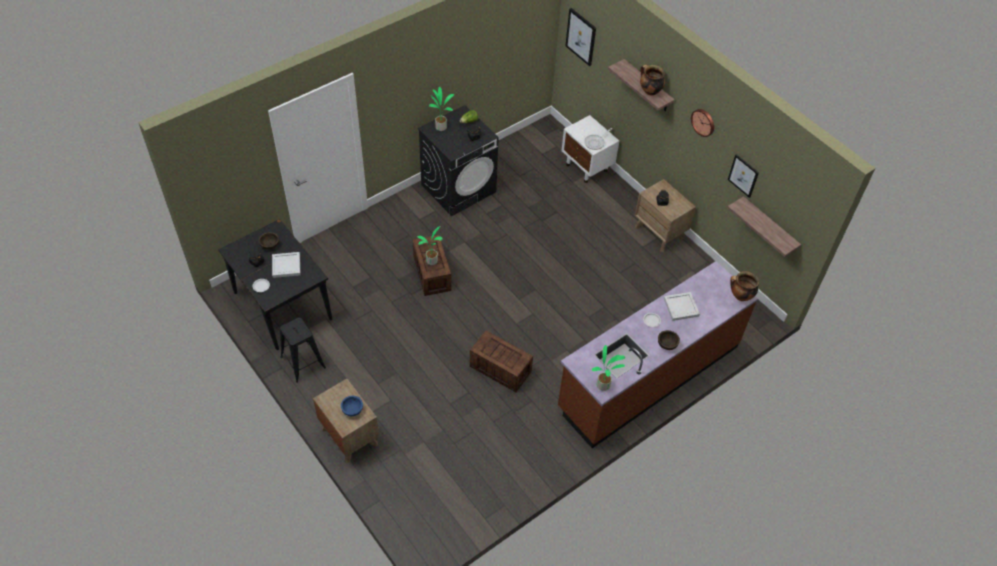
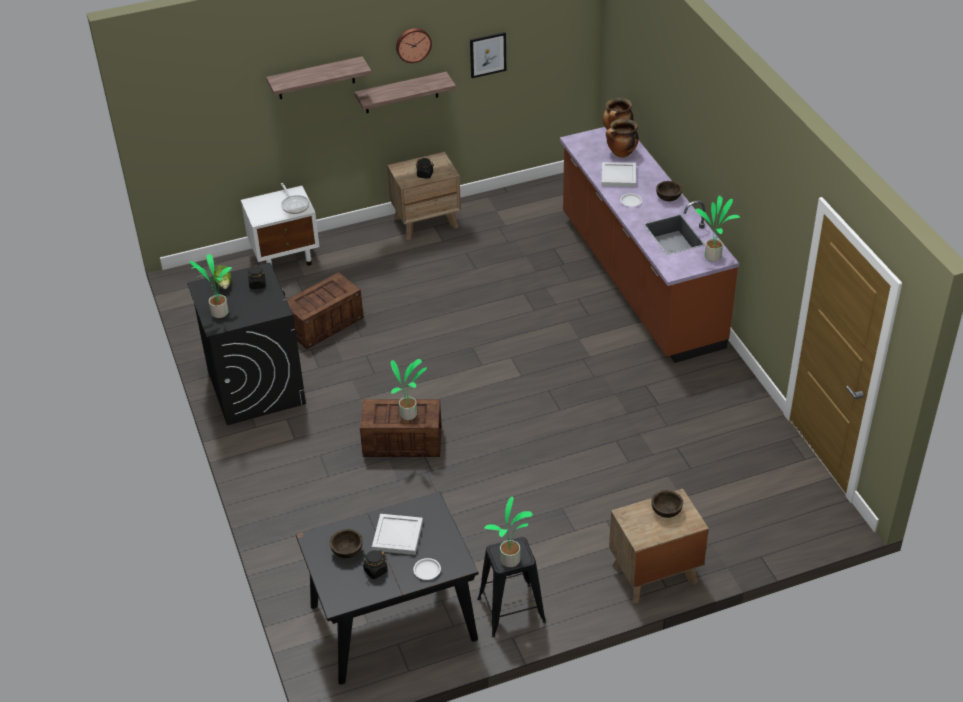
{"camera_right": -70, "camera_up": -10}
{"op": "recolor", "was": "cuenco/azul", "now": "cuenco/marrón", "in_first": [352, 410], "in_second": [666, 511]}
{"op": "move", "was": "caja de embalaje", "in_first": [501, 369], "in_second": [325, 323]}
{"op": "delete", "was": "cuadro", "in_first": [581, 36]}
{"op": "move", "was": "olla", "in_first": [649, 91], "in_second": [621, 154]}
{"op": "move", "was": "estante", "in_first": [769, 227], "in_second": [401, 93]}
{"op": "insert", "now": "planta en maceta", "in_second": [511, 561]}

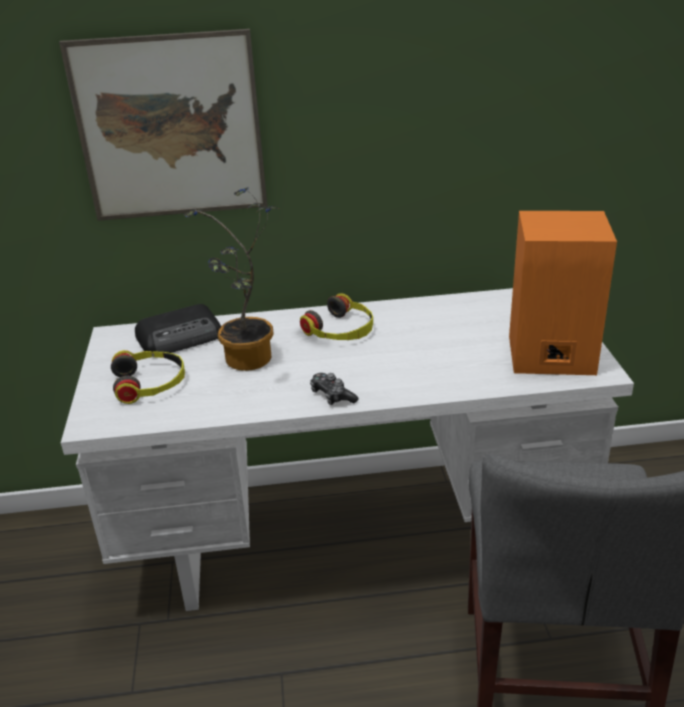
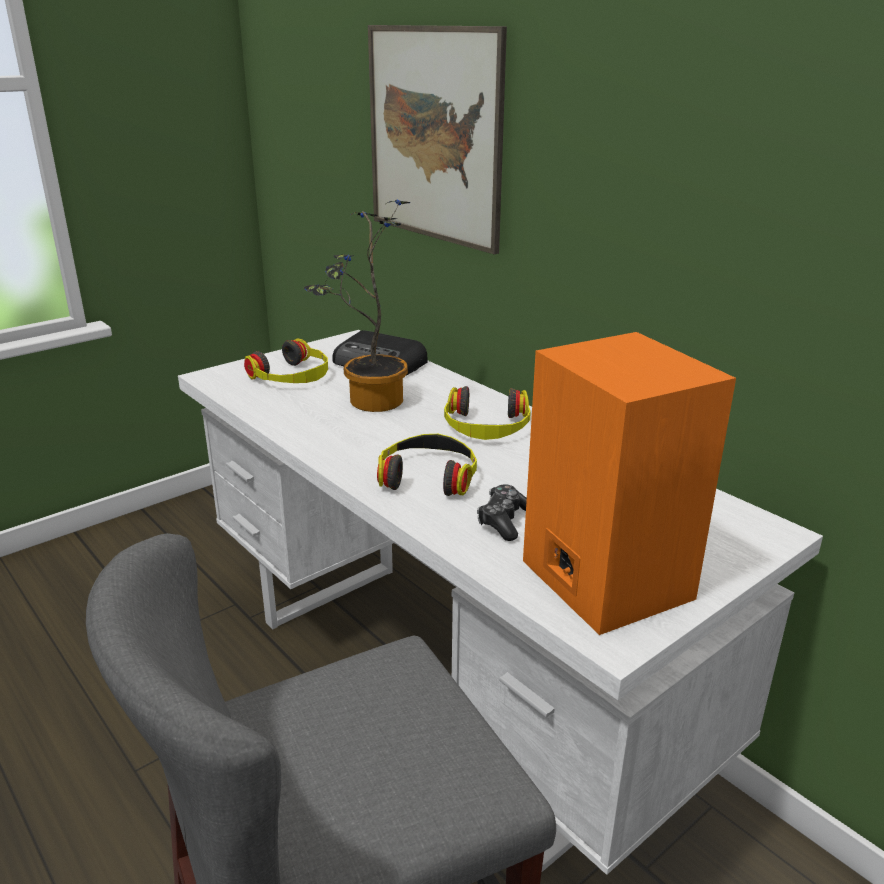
{"camera_right": 55, "camera_up": -5}
{"op": "move", "was": "mando de consola", "in_first": [332, 396], "in_second": [504, 521]}
{"op": "insert", "now": "auriculares", "in_second": [428, 476]}

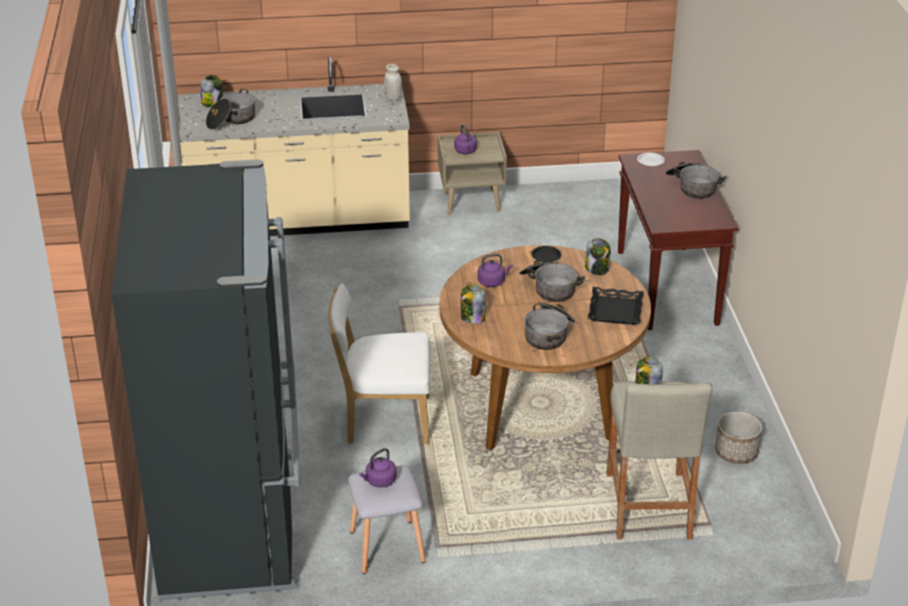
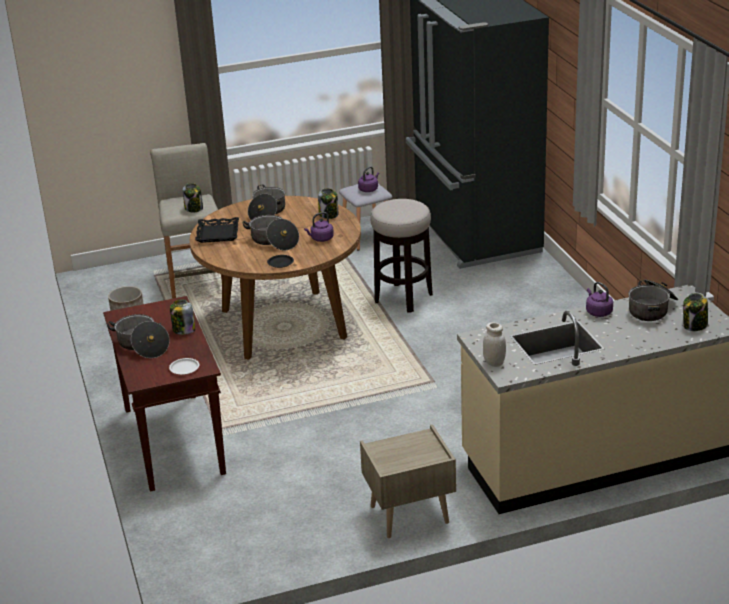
{"camera_right": 170, "camera_up": -5}
{"op": "replace", "was": "silla/blanco", "now": "taburete", "in_first": [383, 420], "in_second": [403, 298]}
{"op": "move", "was": "hervidor/morado", "in_first": [466, 151], "in_second": [598, 312]}
{"op": "move", "was": "tarro", "in_first": [597, 269], "in_second": [183, 330]}

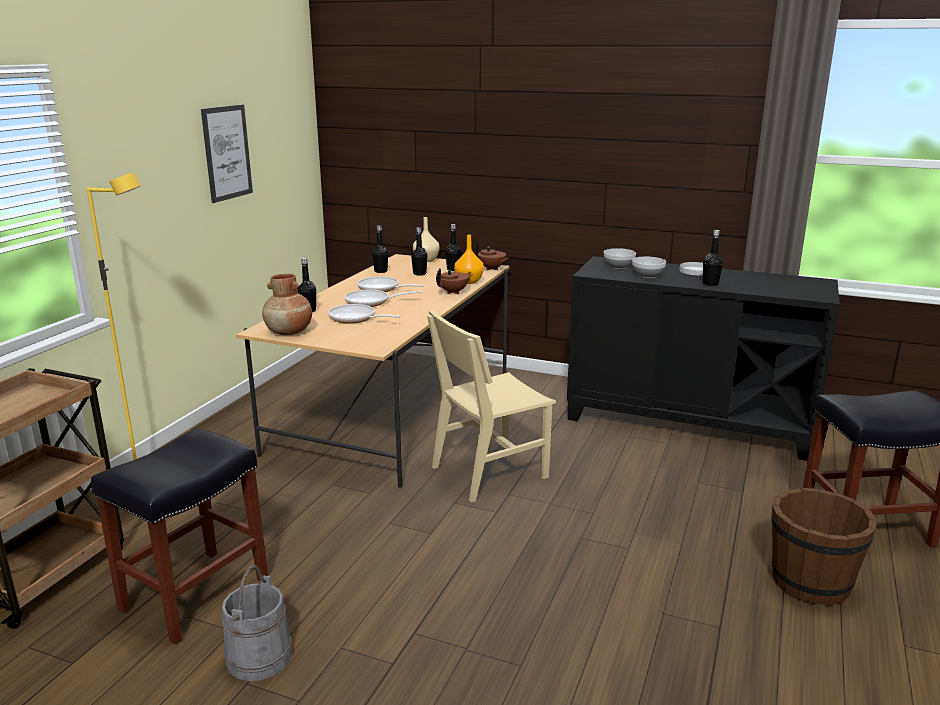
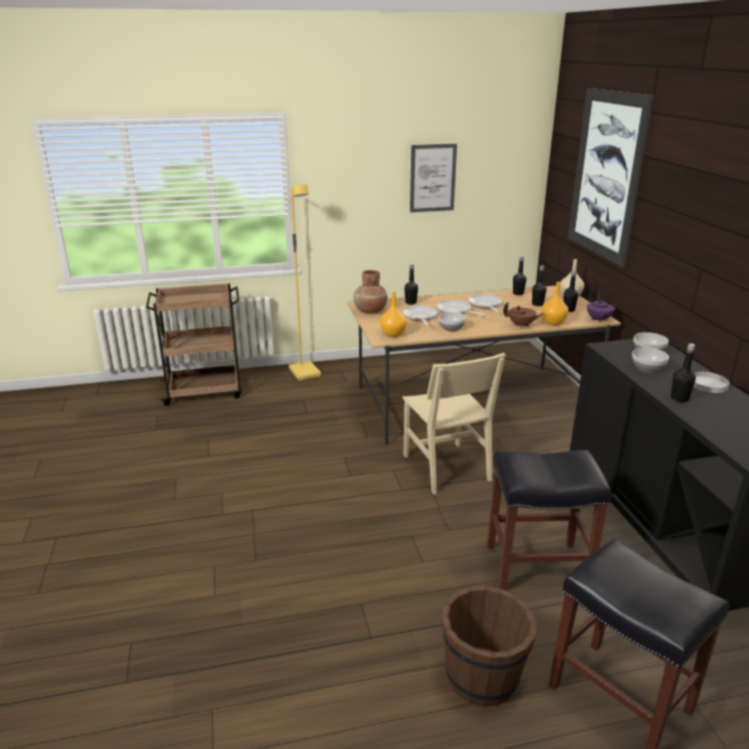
{"camera_right": 55, "camera_up": 5}
{"op": "move", "was": "taburete/negro", "in_first": [196, 593], "in_second": [538, 566]}
{"op": "delete", "was": "cubo/gris", "in_first": [258, 657]}
{"op": "rotate", "was": "silla/beis", "in_first": [489, 472], "in_second": [446, 467], "clockwise": -135}
{"op": "recolor", "was": "tetera/marrón", "now": "tetera/morado", "in_first": [492, 269], "in_second": [598, 320]}
{"op": "insert", "now": "florero/naranja", "in_second": [393, 334]}
{"op": "insert", "now": "cuenco", "in_second": [451, 328]}
{"op": "insert", "now": "cuadro", "in_second": [606, 175]}

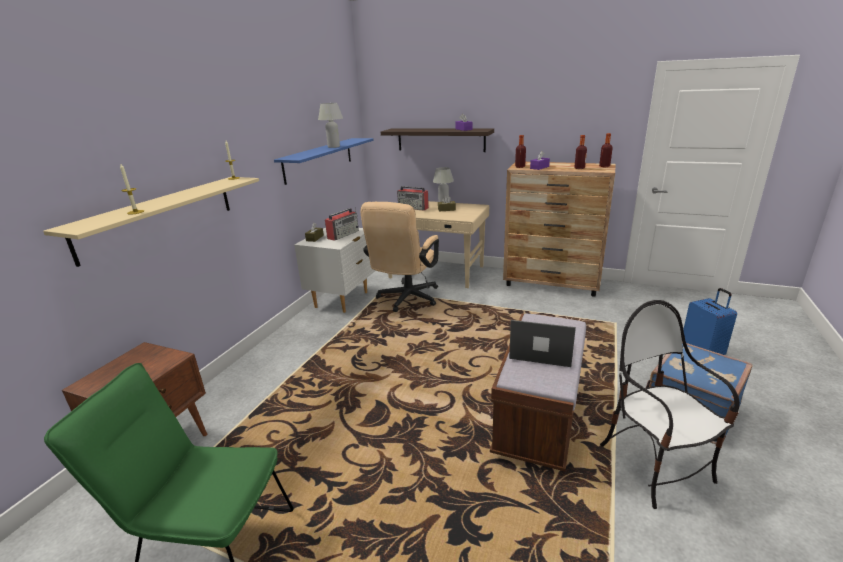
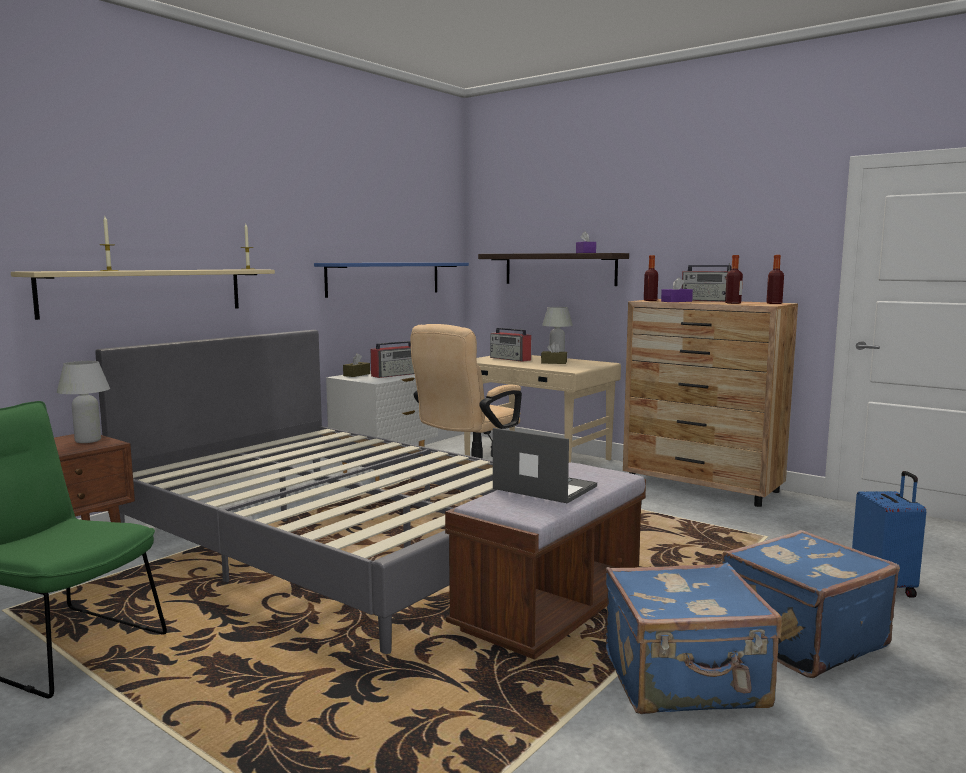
{"camera_right": 15, "camera_up": -15}
{"op": "move", "was": "lámpara de mesa/blanco", "in_first": [334, 147], "in_second": [88, 440]}
{"op": "replace", "was": "silla", "now": "maleta/azul", "in_first": [654, 465], "in_second": [685, 681]}
{"op": "insert", "now": "cama/gris", "in_second": [341, 540]}
{"op": "insert", "now": "radio", "in_second": [708, 300]}

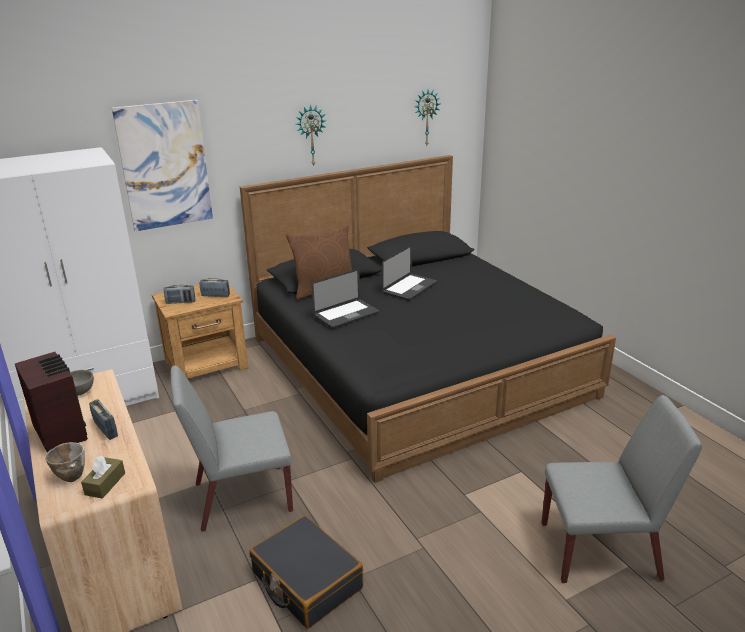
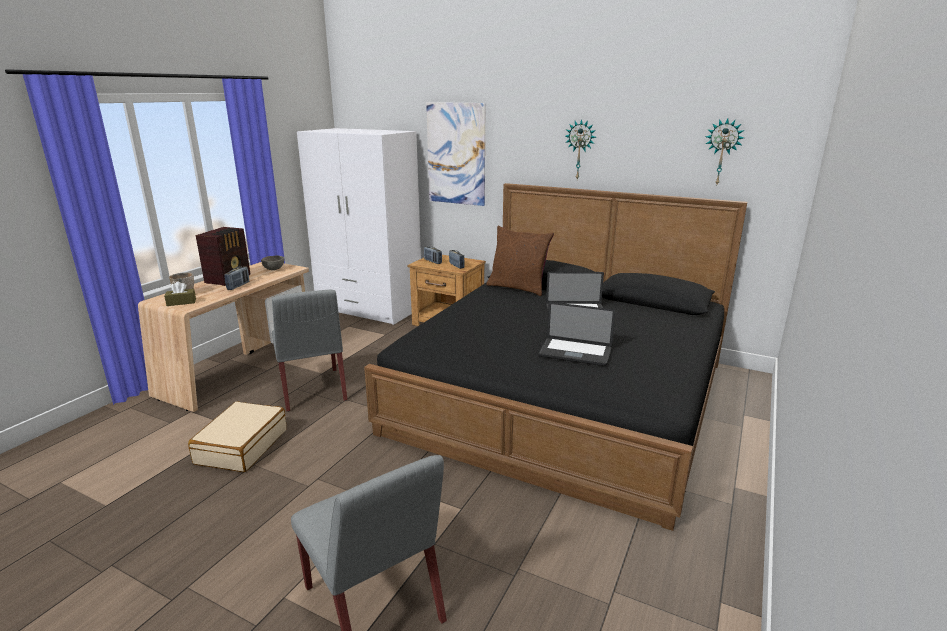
{"camera_right": 55, "camera_up": -5}
{"op": "rotate", "was": "silla/gris", "in_first": [241, 497], "in_second": [313, 390], "clockwise": -150}
{"op": "recolor", "was": "maleta/negro", "now": "maleta/beis", "in_first": [306, 581], "in_second": [241, 446]}
{"op": "move", "was": "portátil", "in_first": [346, 315], "in_second": [575, 353]}

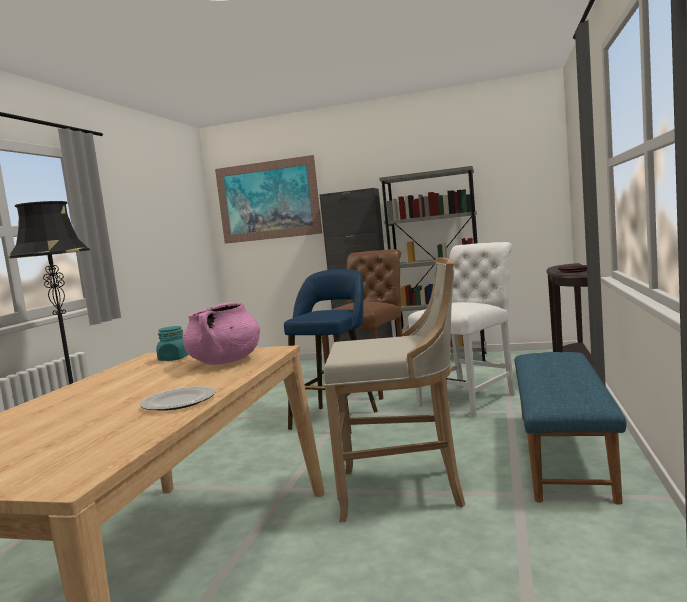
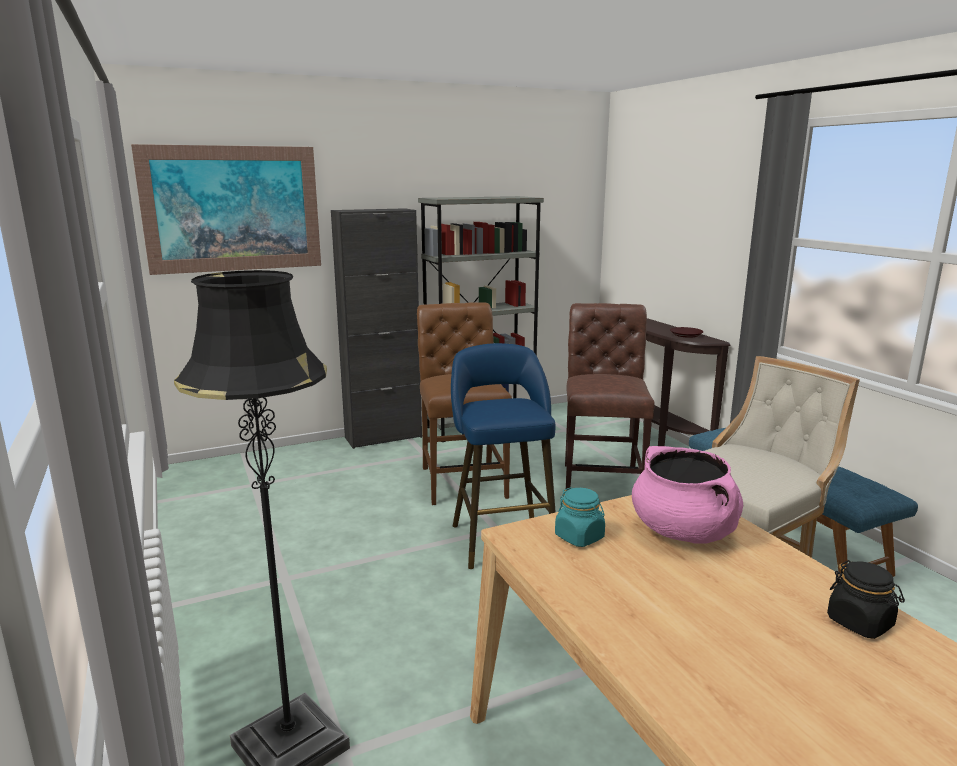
{"camera_right": -40, "camera_up": 10}
{"op": "replace", "was": "plato", "now": "tarro/negro", "in_first": [178, 401], "in_second": [860, 623]}
{"op": "recolor", "was": "silla/blanco", "now": "silla/marrón", "in_first": [470, 399], "in_second": [602, 480]}

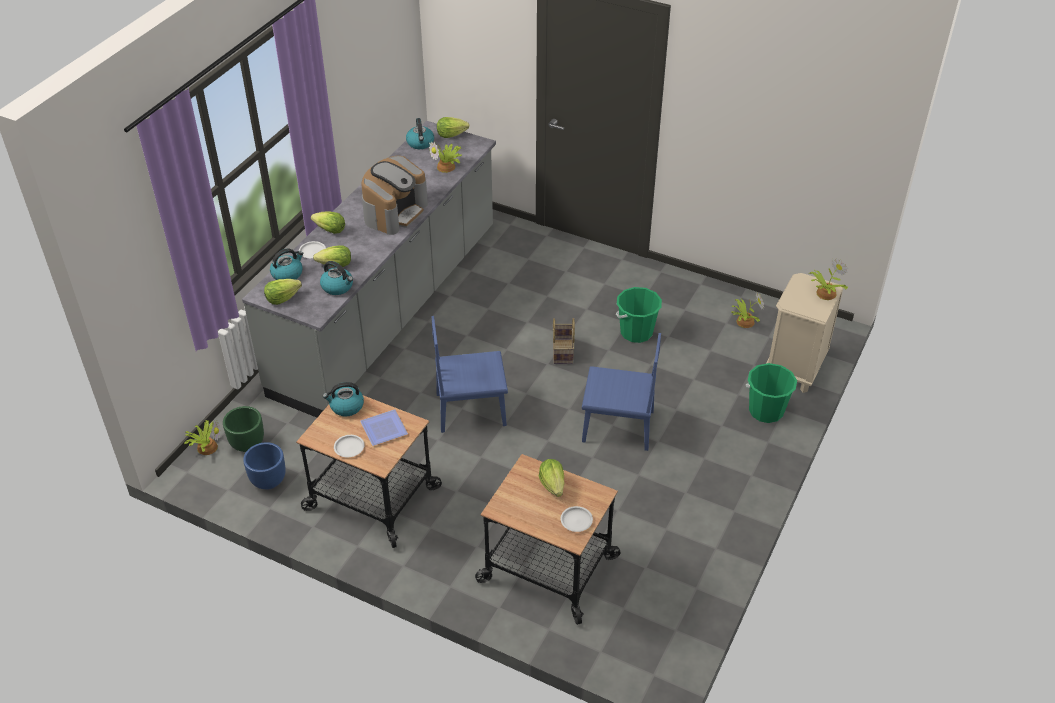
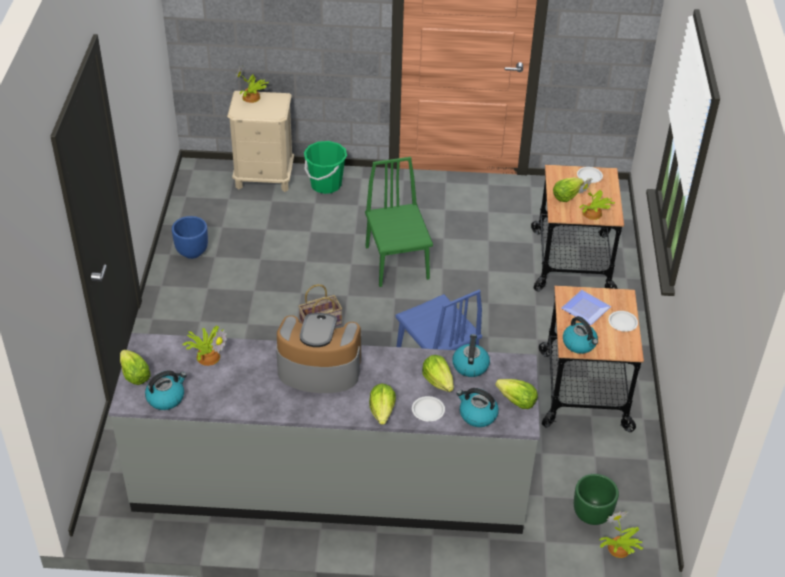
{"camera_right": -115, "camera_up": 0}
{"op": "move", "was": "maceta/azul", "in_first": [268, 481], "in_second": [192, 252]}
{"op": "recolor", "was": "silla/azul", "now": "silla/verde", "in_first": [617, 426], "in_second": [397, 262]}
{"op": "delete", "was": "cubo/verde", "in_first": [636, 332]}
{"op": "move", "was": "planta en maceta", "in_first": [744, 321], "in_second": [592, 214]}

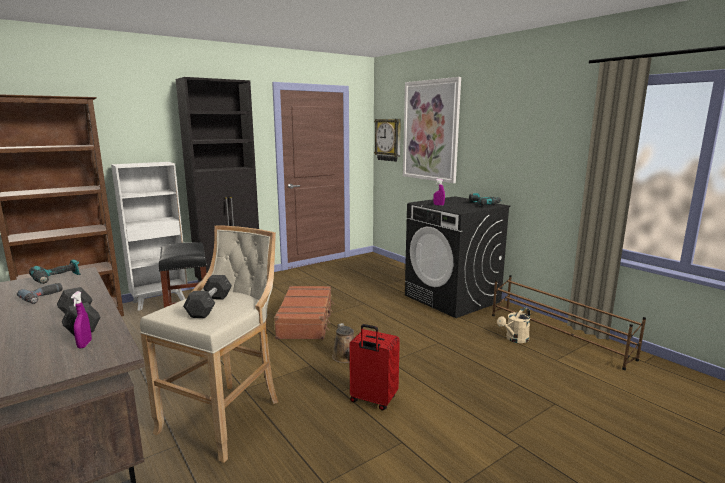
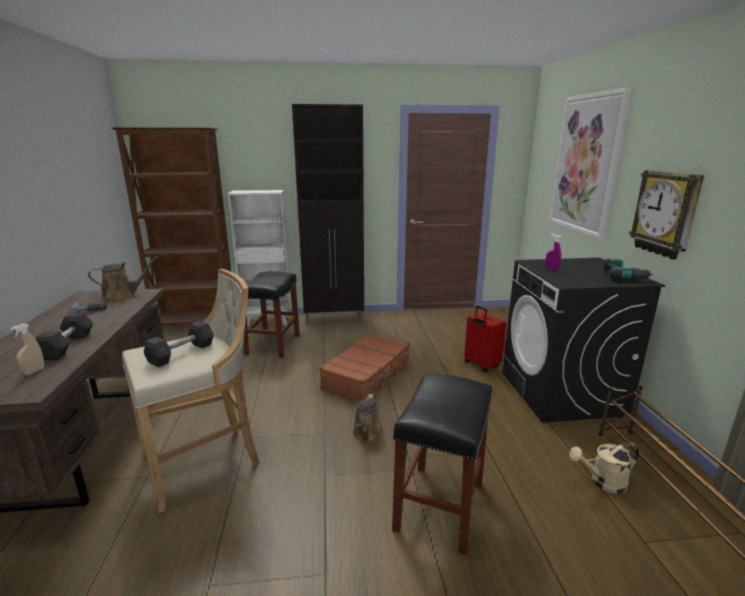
{"camera_right": 30, "camera_up": 5}
{"op": "replace", "was": "taladro", "now": "regadera/marrón", "in_first": [57, 279], "in_second": [122, 295]}
{"op": "recolor", "was": "pulverizador/morado", "now": "pulverizador/beis", "in_first": [84, 344], "in_second": [34, 371]}
{"op": "move", "was": "maleta/rojo", "in_first": [373, 400], "in_second": [481, 365]}
{"op": "move", "was": "reloj de pared", "in_first": [388, 140], "in_second": [666, 213]}
{"op": "insert", "now": "taburete/negro", "in_second": [439, 504]}

